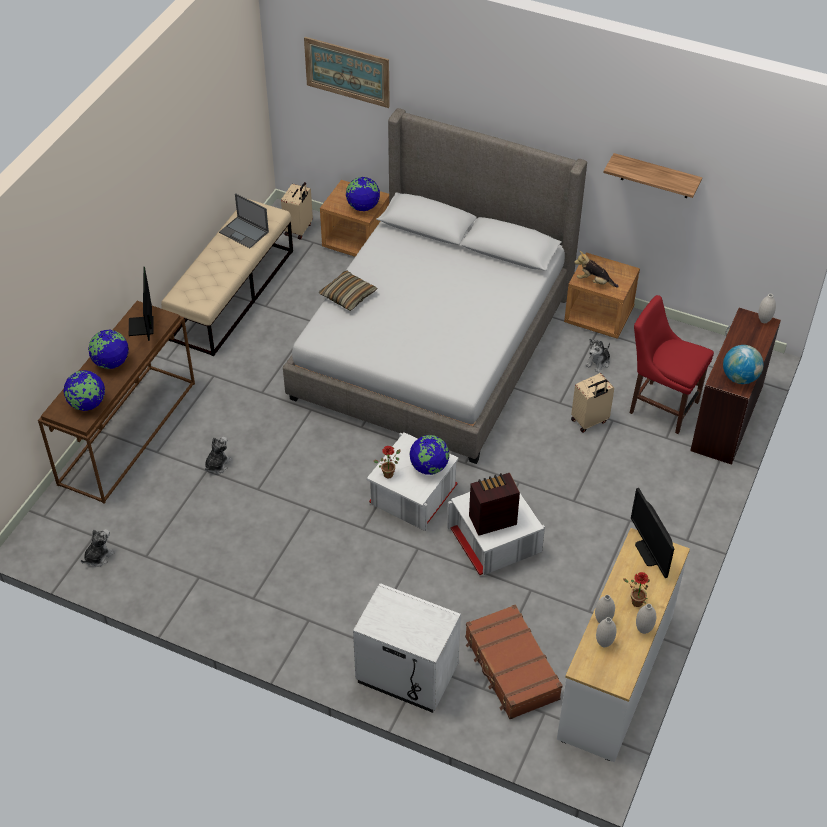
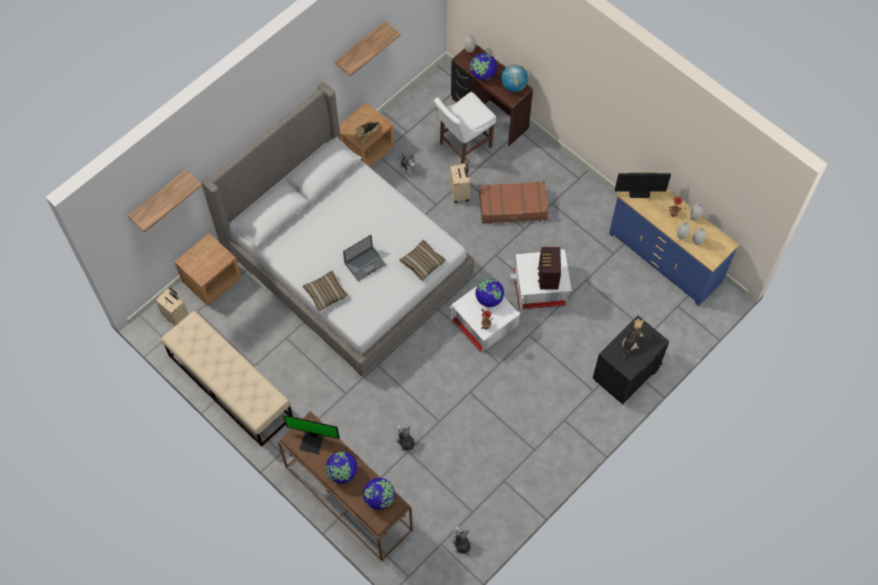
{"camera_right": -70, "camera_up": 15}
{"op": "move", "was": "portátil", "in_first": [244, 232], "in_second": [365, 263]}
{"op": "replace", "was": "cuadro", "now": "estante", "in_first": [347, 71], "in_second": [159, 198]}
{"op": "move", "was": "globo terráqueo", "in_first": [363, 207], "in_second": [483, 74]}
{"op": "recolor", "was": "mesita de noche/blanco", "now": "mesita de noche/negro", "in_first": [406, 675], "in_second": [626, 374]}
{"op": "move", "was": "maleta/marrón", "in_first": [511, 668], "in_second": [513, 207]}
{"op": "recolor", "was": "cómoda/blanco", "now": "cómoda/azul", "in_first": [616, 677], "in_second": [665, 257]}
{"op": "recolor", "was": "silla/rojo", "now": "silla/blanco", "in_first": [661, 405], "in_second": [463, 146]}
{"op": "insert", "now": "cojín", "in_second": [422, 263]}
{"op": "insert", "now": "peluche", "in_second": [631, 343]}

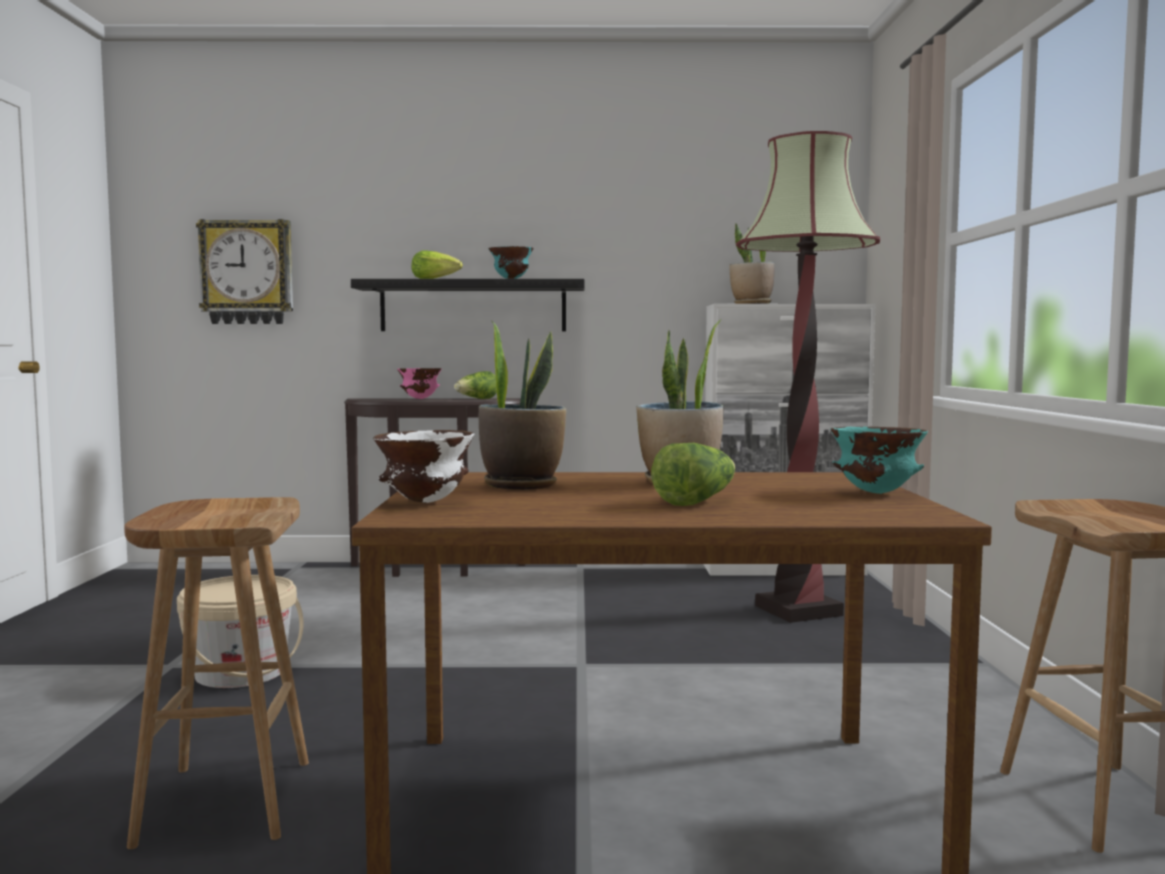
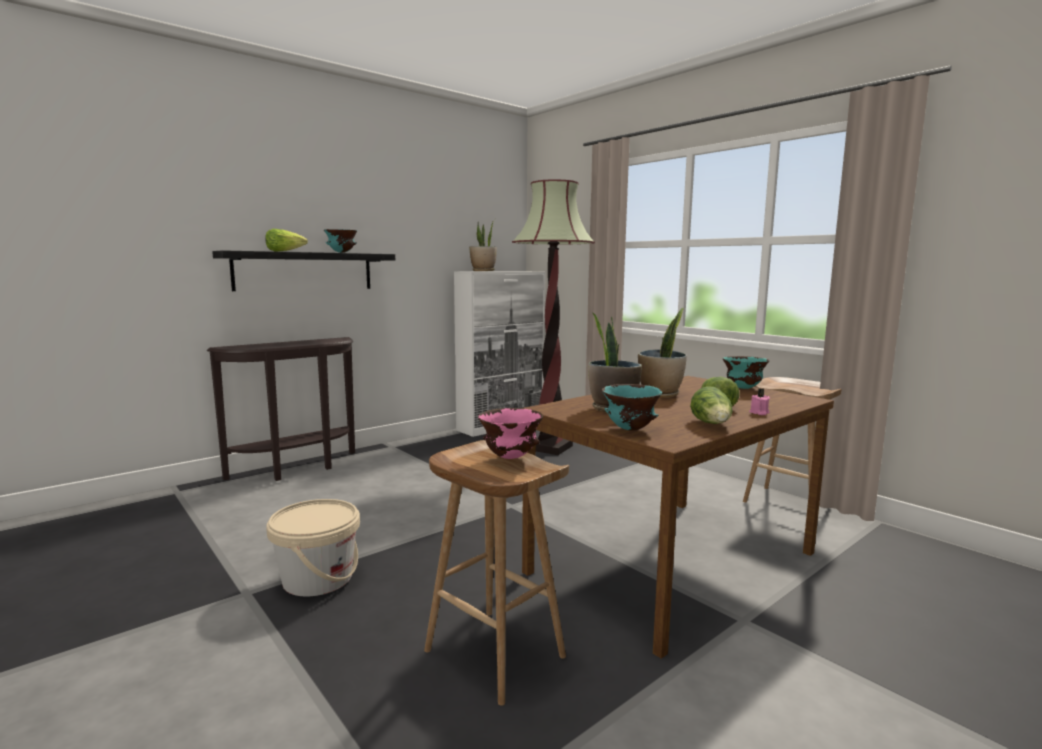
{"camera_right": -40, "camera_up": 5}
{"op": "delete", "was": "reloj de pared", "in_first": [247, 272]}
{"op": "recolor", "was": "cuenco/blanco", "now": "cuenco/turquesa", "in_first": [424, 502], "in_second": [630, 430]}
{"op": "move", "was": "cuenco/rosa", "in_first": [419, 398], "in_second": [509, 458]}
{"op": "move", "was": "lechuga", "in_first": [477, 399], "in_second": [712, 424]}
{"op": "insert", "now": "vela/rosa", "in_second": [759, 413]}

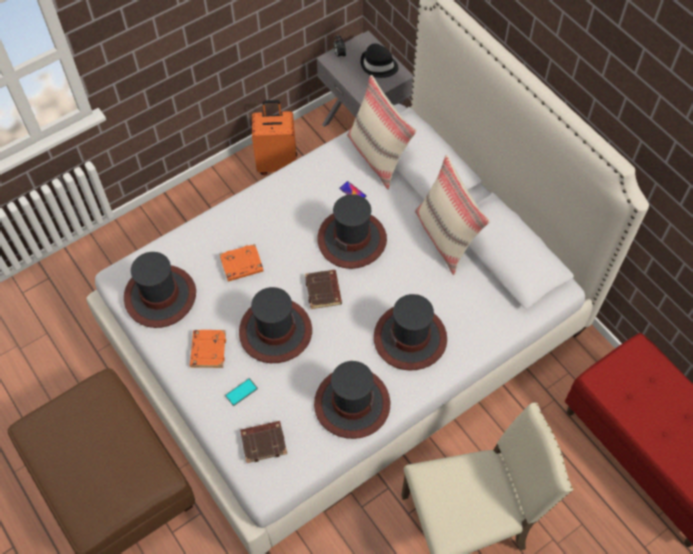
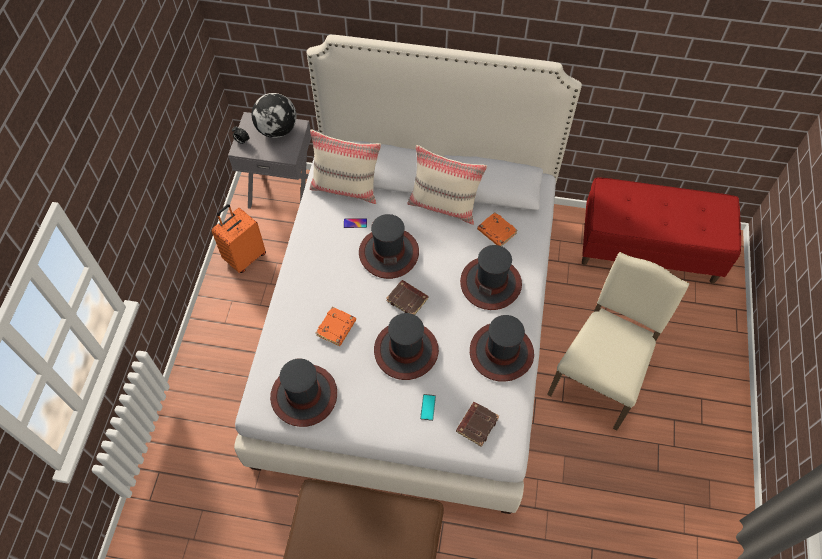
{"camera_right": -45, "camera_up": 0}
{"op": "move", "was": "libro/naranja", "in_first": [208, 350], "in_second": [496, 231]}
{"op": "replace", "was": "sombrero/negro", "now": "globo terráqueo", "in_first": [378, 65], "in_second": [277, 130]}

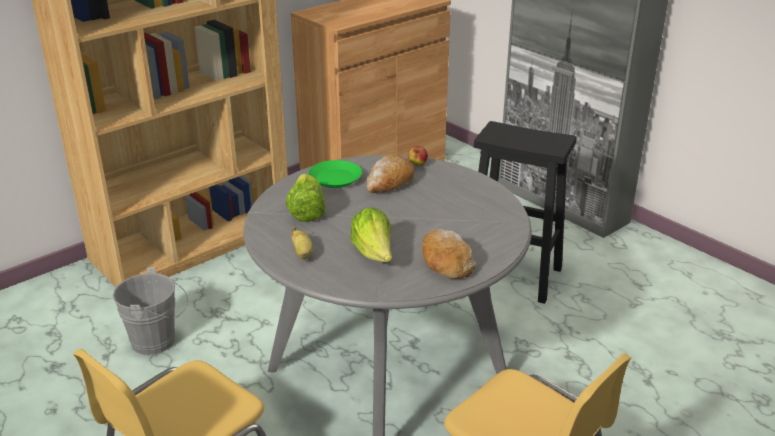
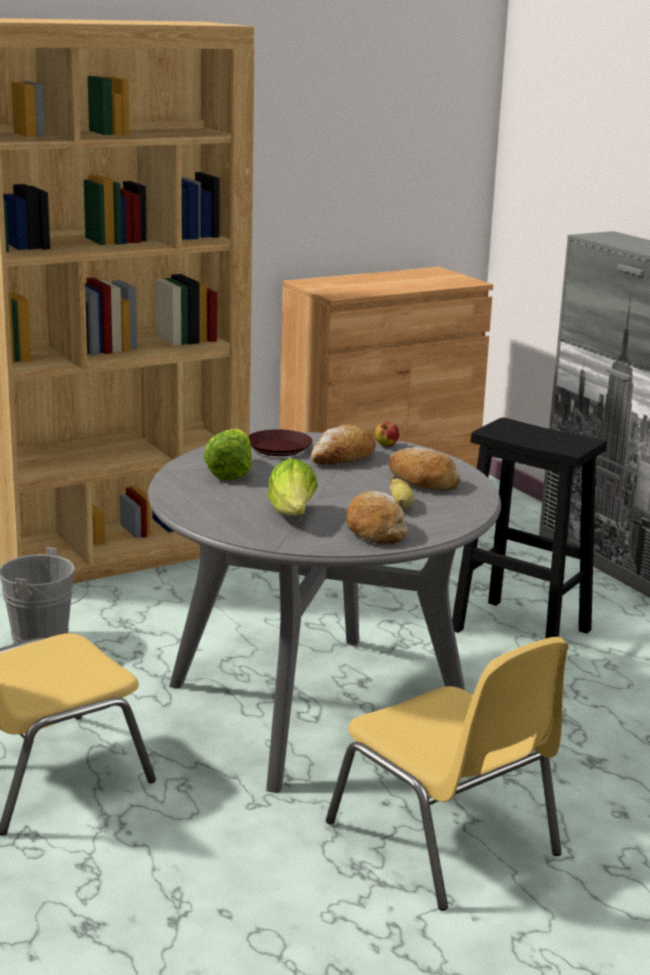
{"camera_right": 10, "camera_up": -10}
{"op": "move", "was": "plátano", "in_first": [302, 254], "in_second": [400, 506]}
{"op": "recolor", "was": "plato/verde", "now": "plato/marrón", "in_first": [335, 178], "in_second": [278, 448]}
{"op": "insert", "now": "pan", "in_second": [422, 481]}

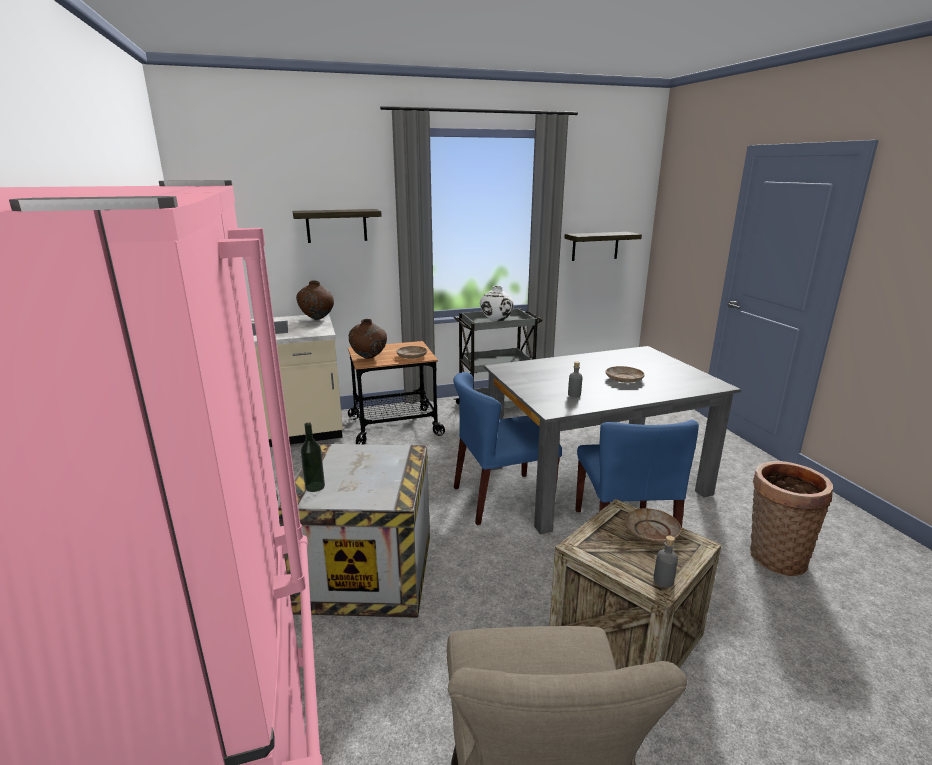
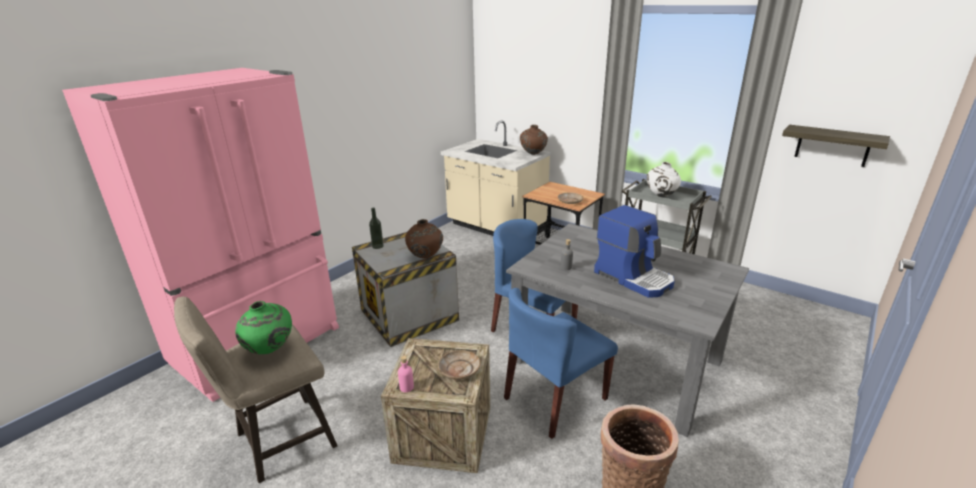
{"camera_right": 55, "camera_up": 5}
{"op": "delete", "was": "estante", "in_first": [336, 225]}
{"op": "move", "was": "florero/marrón", "in_first": [369, 358], "in_second": [426, 257]}
{"op": "replace", "was": "plato/beis", "now": "cafetera", "in_first": [623, 379], "in_second": [634, 277]}
{"op": "recolor", "was": "botella/gris", "now": "botella/rosa", "in_first": [663, 581], "in_second": [406, 387]}
{"op": "insert", "now": "florero/verde", "in_second": [270, 351]}

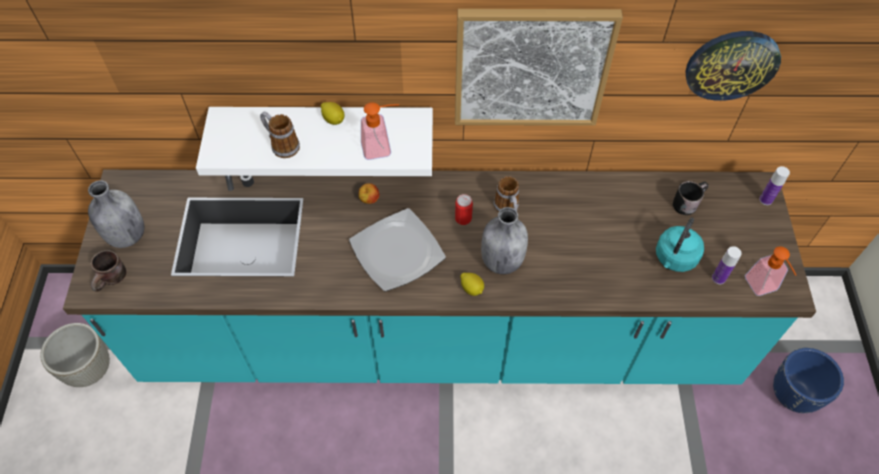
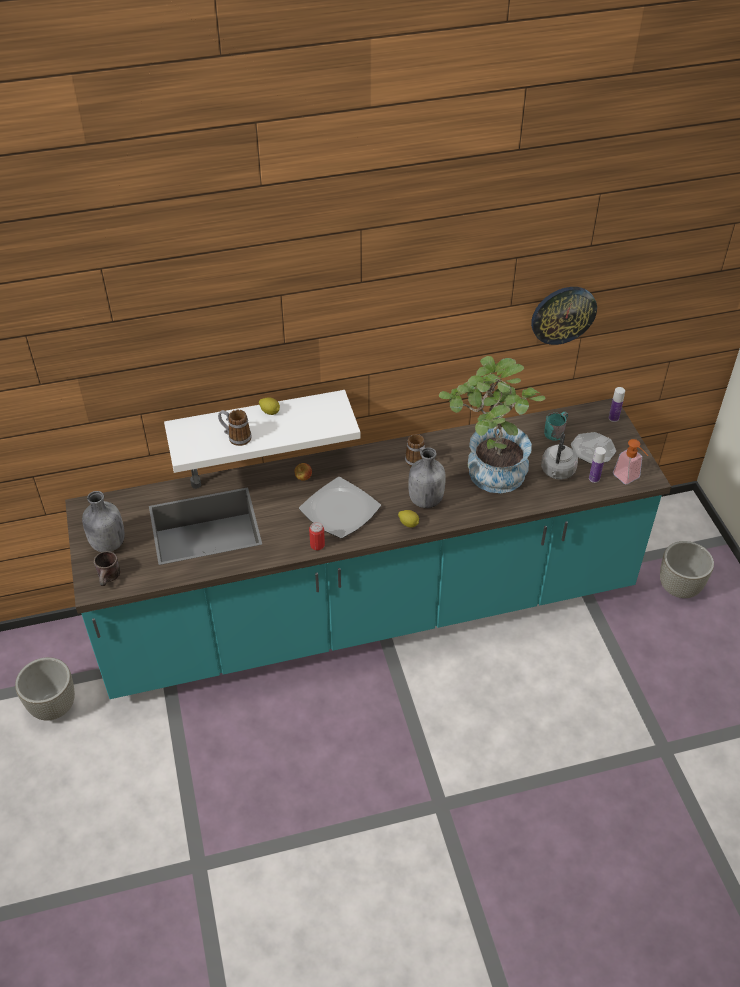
{"camera_right": -15, "camera_up": -10}
{"op": "delete", "was": "dispensador de jabón", "in_first": [382, 148]}
{"op": "delete", "was": "cuadro", "in_first": [531, 67]}
{"op": "move", "was": "lata", "in_first": [463, 218], "in_second": [317, 545]}
{"op": "recolor", "was": "hervidor/turquesa", "now": "hervidor/gris", "in_first": [674, 259], "in_second": [557, 472]}
{"op": "recolor", "was": "taza grande/negro", "now": "taza grande/turquesa", "in_first": [686, 202], "in_second": [554, 431]}
{"op": "recolor", "was": "maceta/azul", "now": "maceta/gris", "in_first": [793, 395], "in_second": [679, 588]}
{"op": "insert", "now": "planta en maceta", "in_second": [487, 474]}
{"op": "insert", "now": "plato", "in_second": [593, 449]}

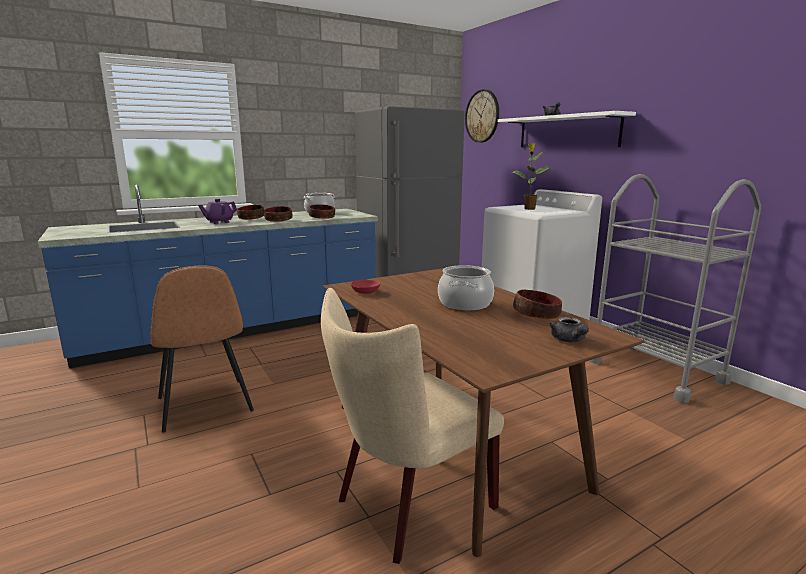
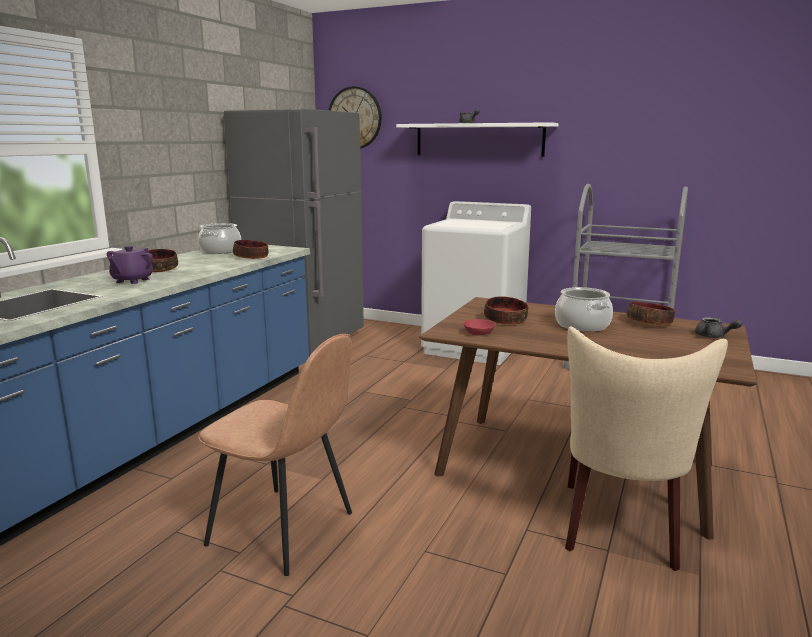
{"camera_right": -35, "camera_up": 0}
{"op": "move", "was": "cuenco", "in_first": [278, 220], "in_second": [505, 320]}
{"op": "delete", "was": "planta en maceta", "in_first": [529, 209]}

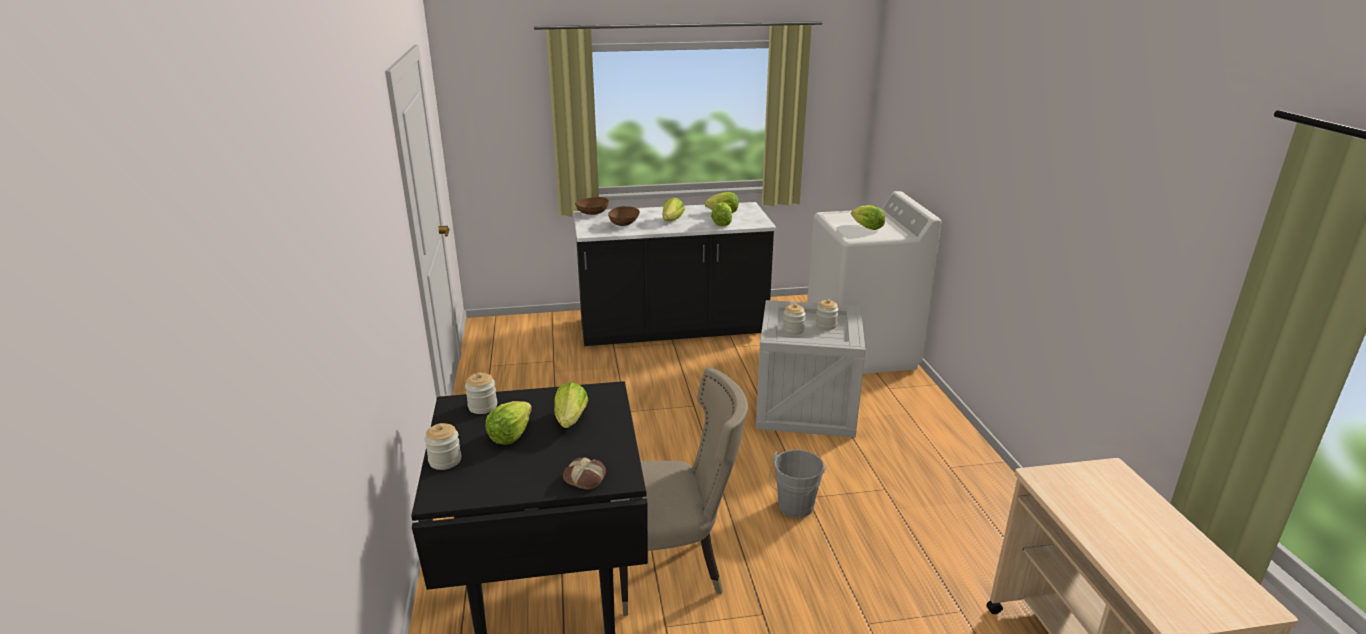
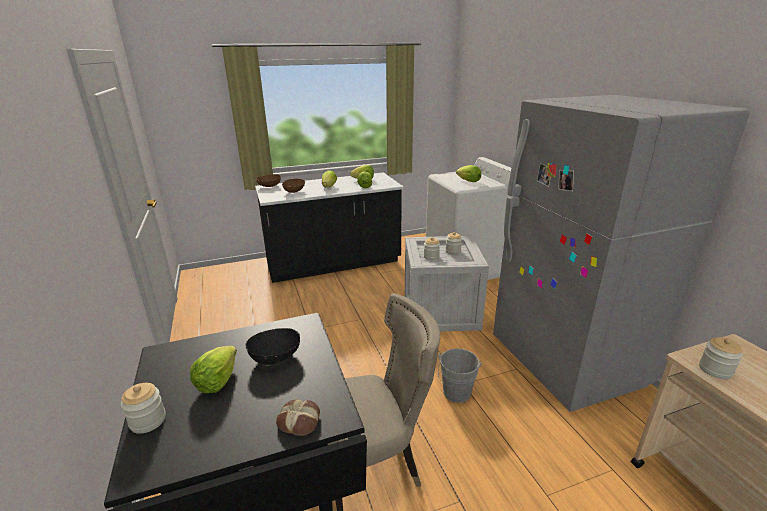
{"camera_right": -10, "camera_up": 0}
{"op": "move", "was": "tarro", "in_first": [483, 407], "in_second": [715, 370]}
{"op": "replace", "was": "lechuga", "now": "cuenco/negro", "in_first": [570, 420], "in_second": [275, 356]}
{"op": "insert", "now": "nevera/gris", "in_second": [566, 362]}

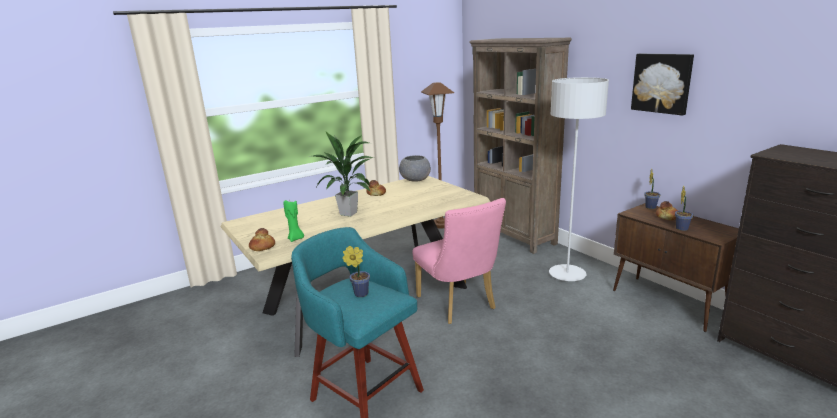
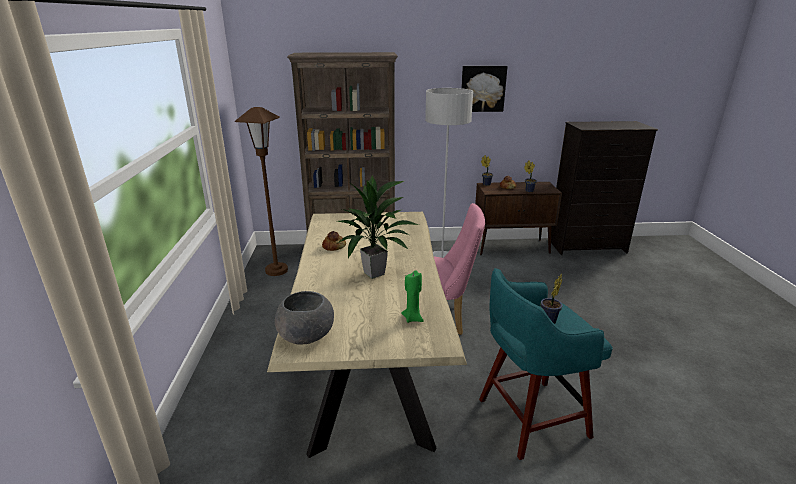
{"camera_right": -60, "camera_up": 5}
{"op": "delete", "was": "pan", "in_first": [262, 247]}
{"op": "move", "was": "cuenco/gris", "in_first": [415, 179], "in_second": [306, 336]}

